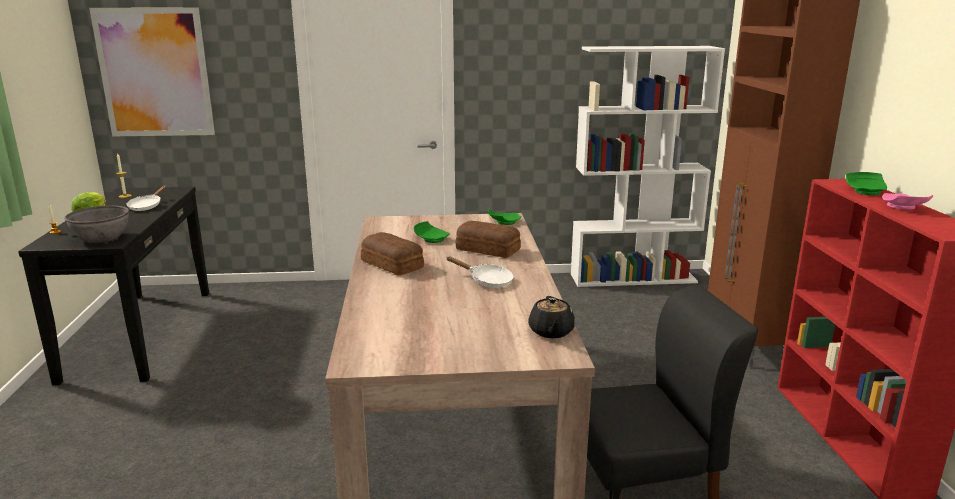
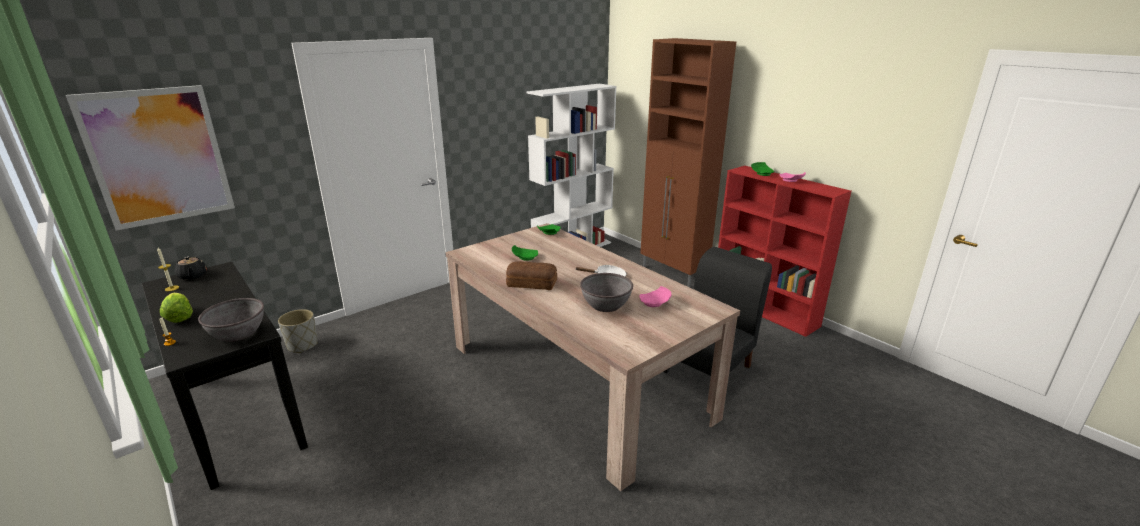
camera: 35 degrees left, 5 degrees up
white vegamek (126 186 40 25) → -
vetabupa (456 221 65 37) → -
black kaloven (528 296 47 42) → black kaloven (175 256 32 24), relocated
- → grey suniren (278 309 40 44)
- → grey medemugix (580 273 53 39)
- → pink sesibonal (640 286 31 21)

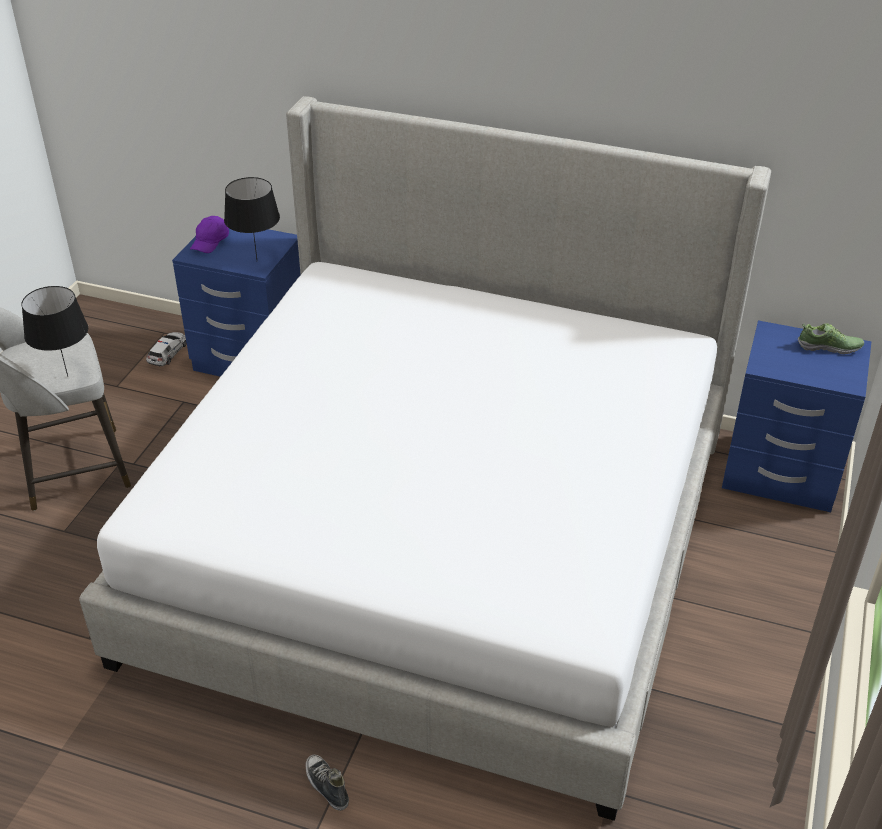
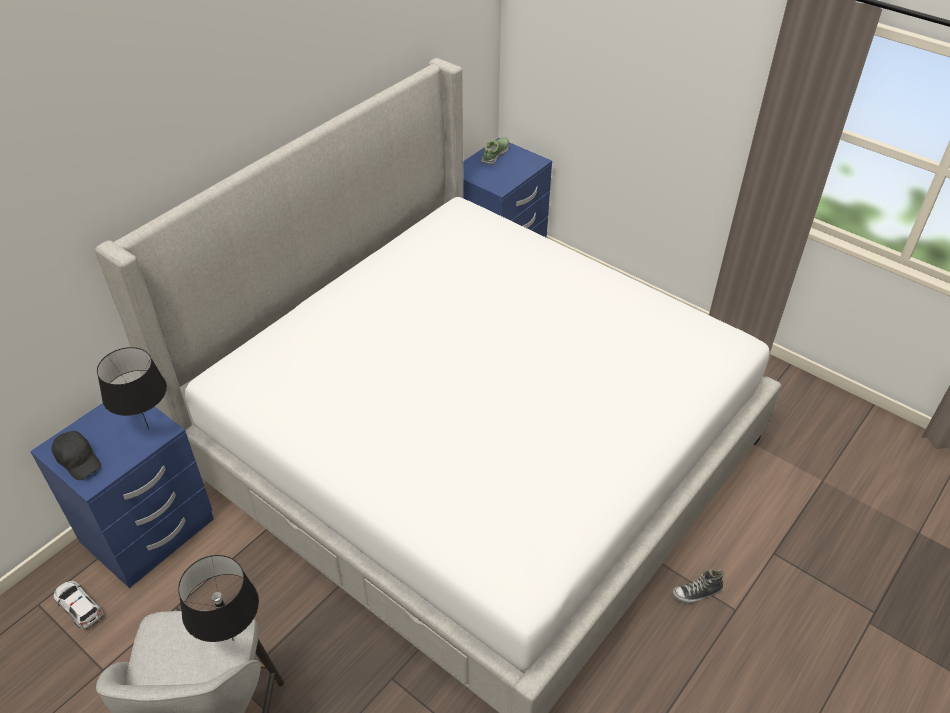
camera: 70 degrees left, 5 degrees up
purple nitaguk (190 216 39 37) → black nitaguk (52 431 49 49)

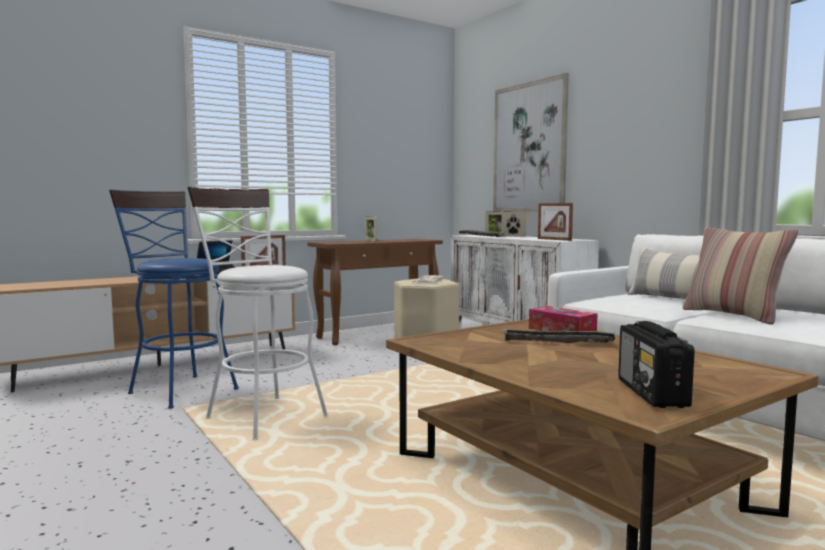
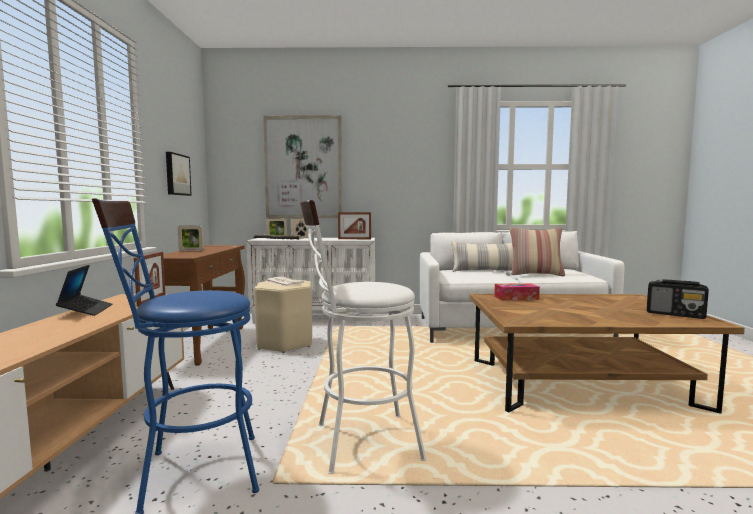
camera: 55 degrees left, 0 degrees up
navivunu (502 329 115 14) → -
- → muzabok (166 152 26 44)

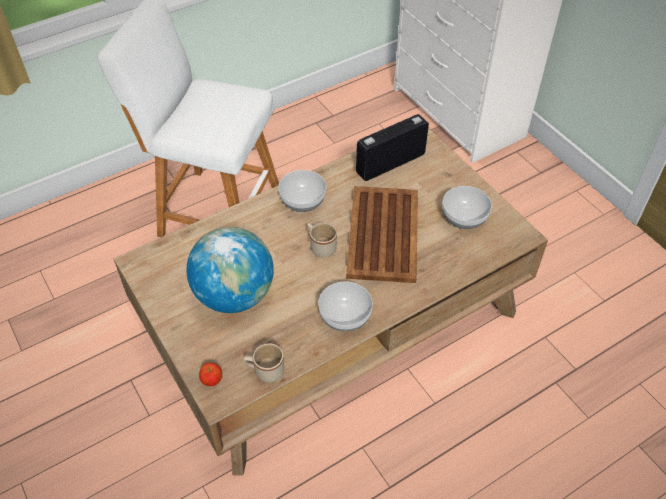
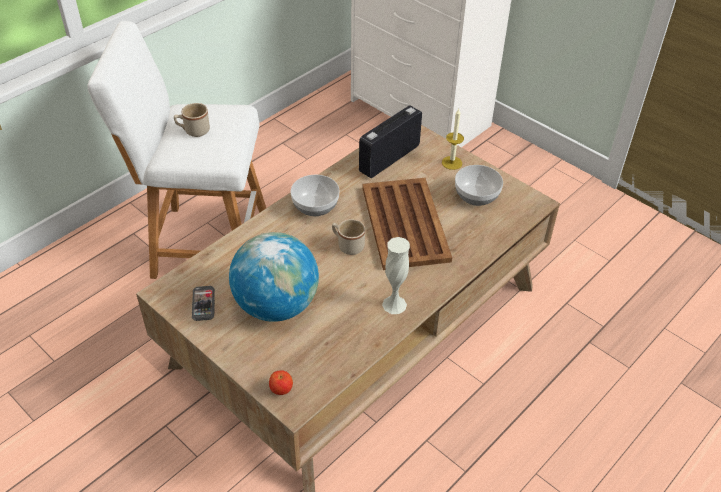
camera: 15 degrees left, 5 degrees down
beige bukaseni (243 343 41 40) → beige bukaseni (174 103 36 34), relocated
medemugix (318 281 55 51) → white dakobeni (382 237 28 77)
- → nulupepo (192 286 23 35)
- → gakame (442 109 22 61)

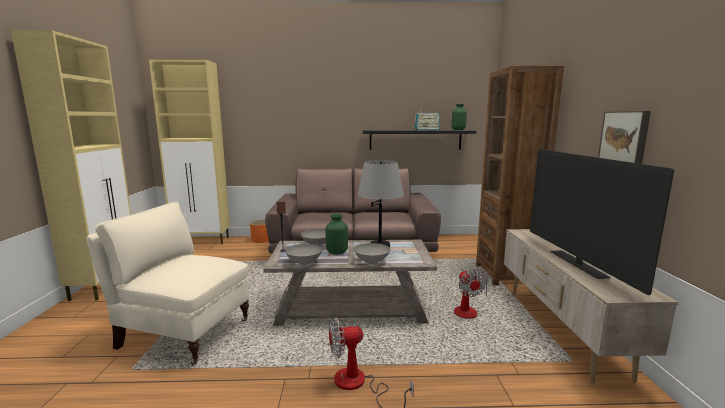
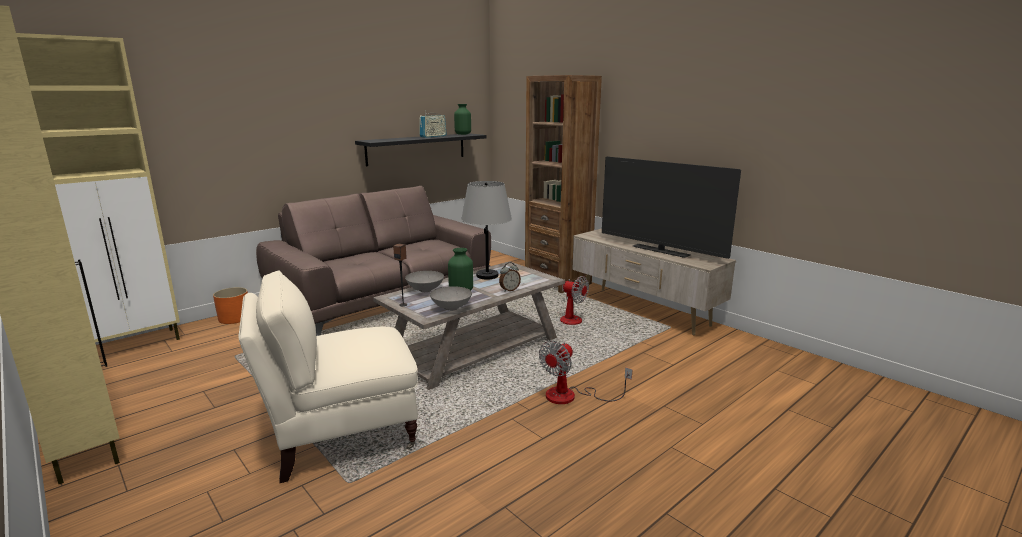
camera: 40 degrees left, 5 degrees up
grey medemugix (354 243 36 21) → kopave (499 262 22 30)
muzabok (598 111 53 53) → -

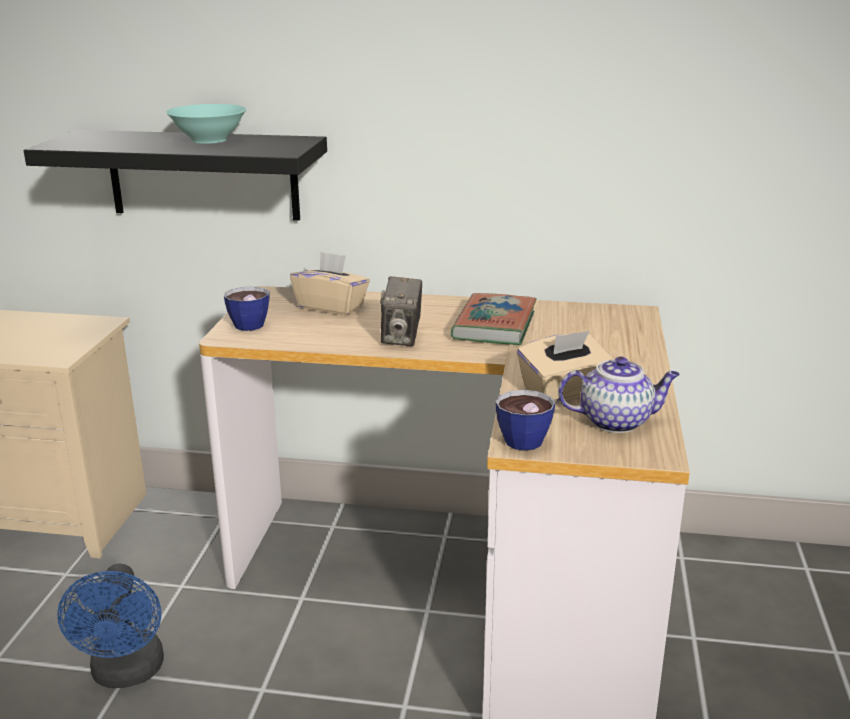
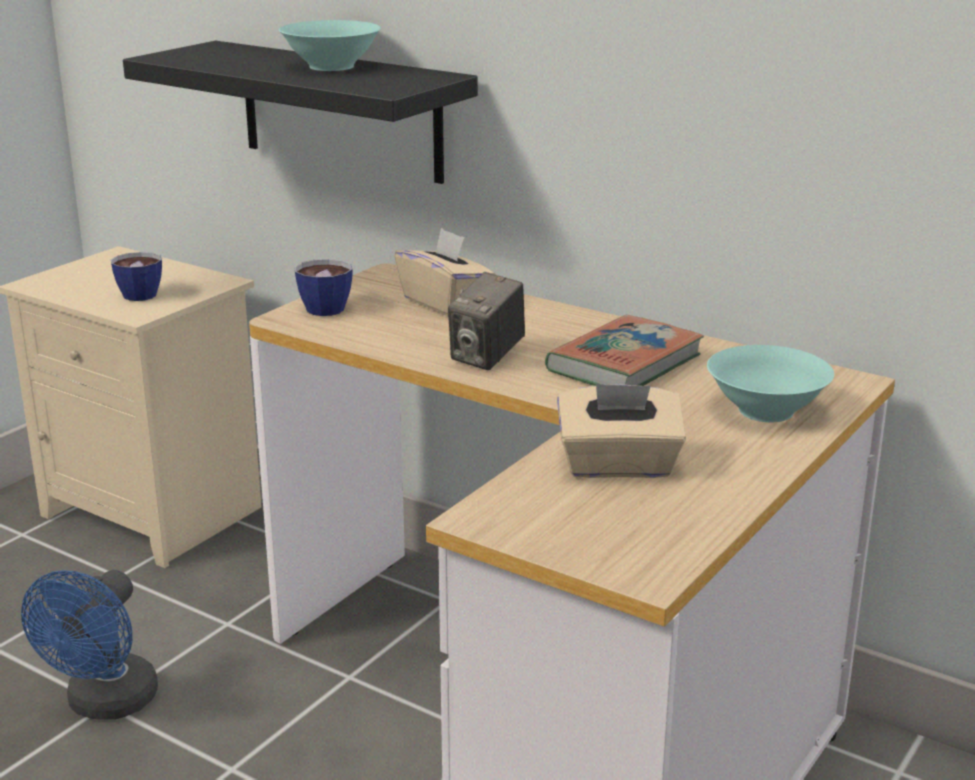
camera: 25 degrees right, 0 degrees up
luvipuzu (496 390 59 61) → luvipuzu (111 252 51 49), relocated
kaloven (558 357 122 76) → -
- → turquoise medemugix (707 345 127 77)

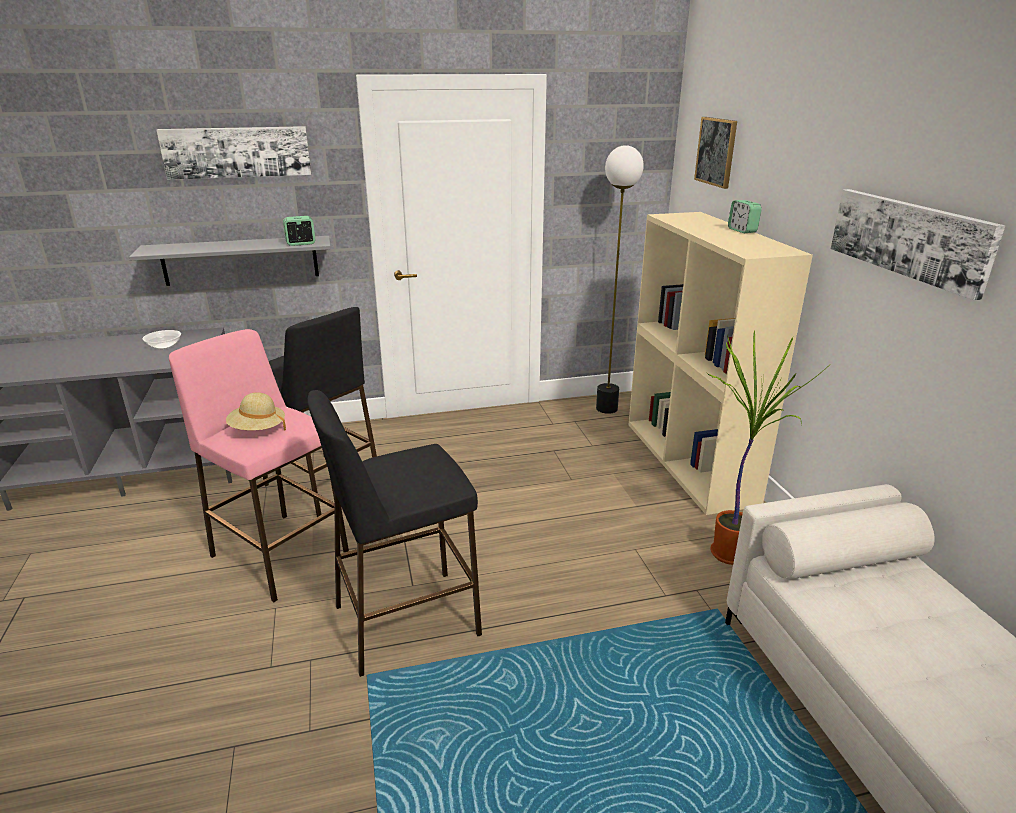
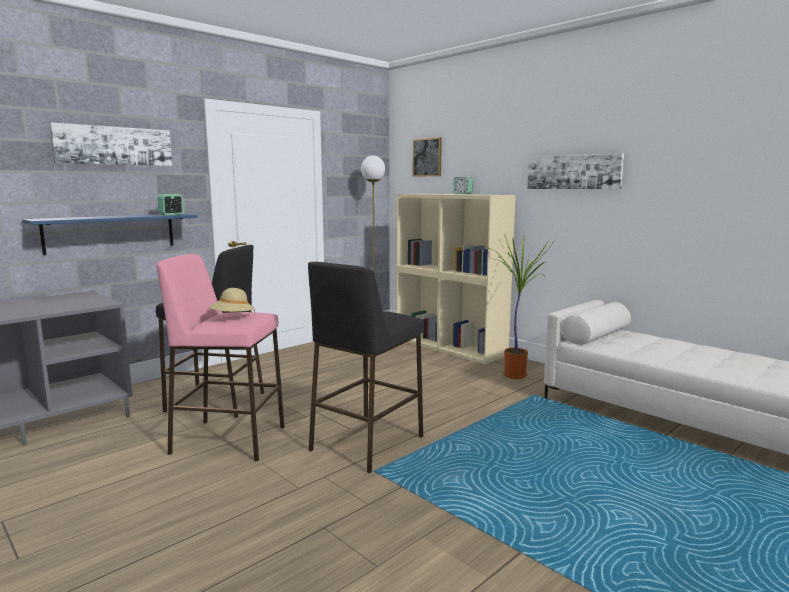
camera: 30 degrees left, 15 degrees down
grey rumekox (129 236 202 50) → blue rumekox (22 214 175 41)
medemugix (143 330 38 19) → -

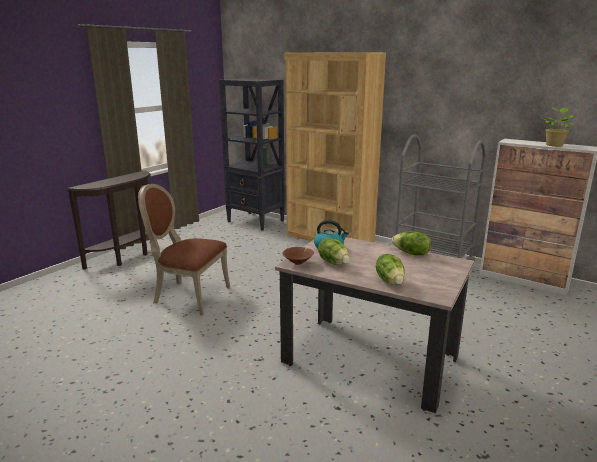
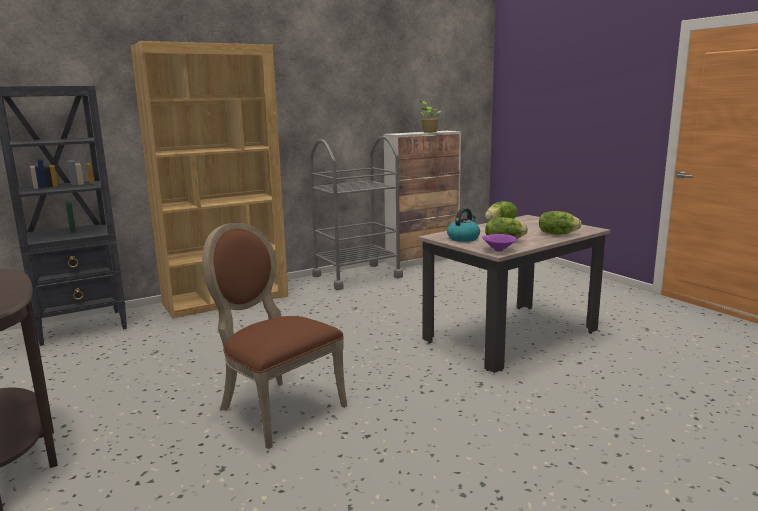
camera: 65 degrees left, 5 degrees down
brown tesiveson (138 184 92 132) → brown tesiveson (202 223 145 226), 90 degrees clockwise
brown medemugix (283 247 31 18) → purple medemugix (482 234 35 18)

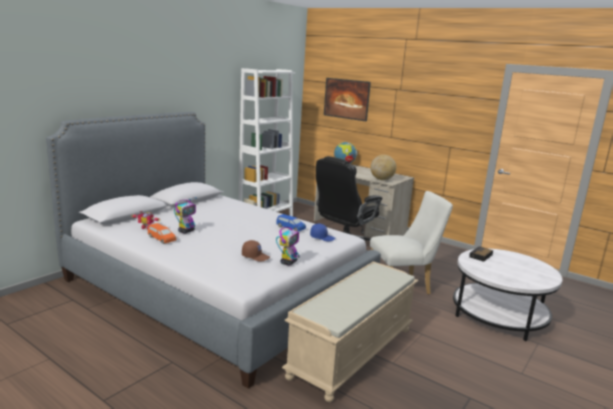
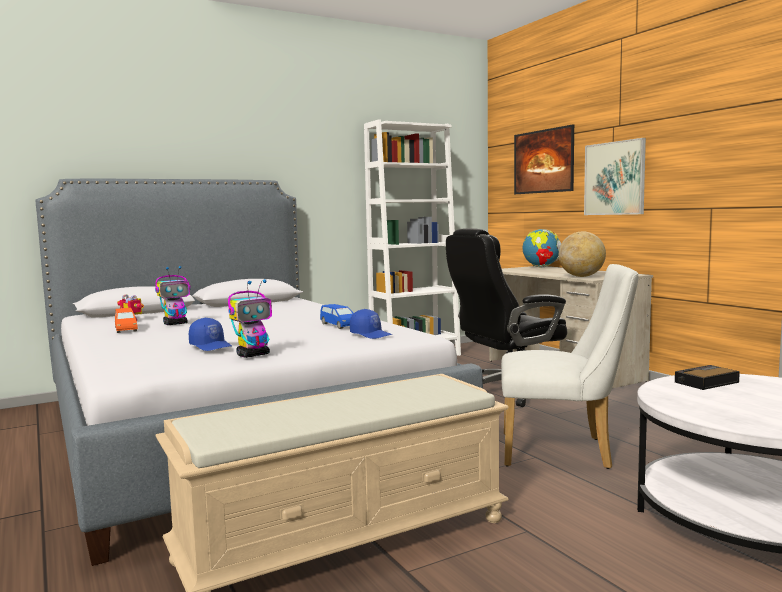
camera: 25 degrees right, 10 degrees down
brown nitaguk (242 240 28 22) → blue nitaguk (189 317 43 34)
- → muzabok (584 138 62 77)

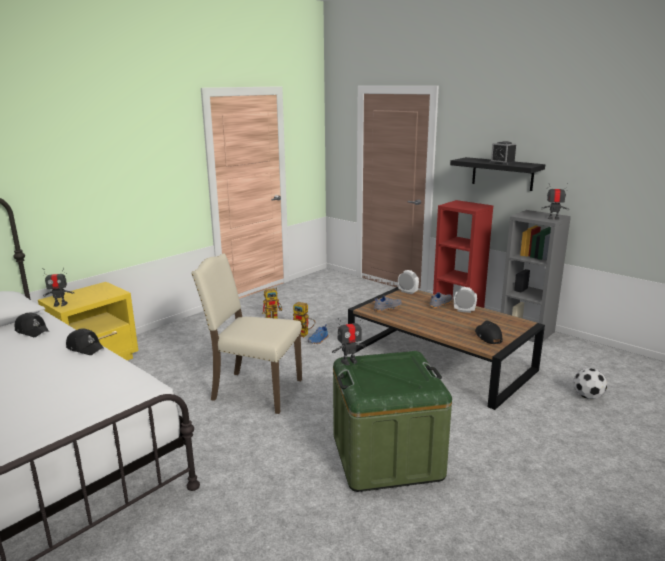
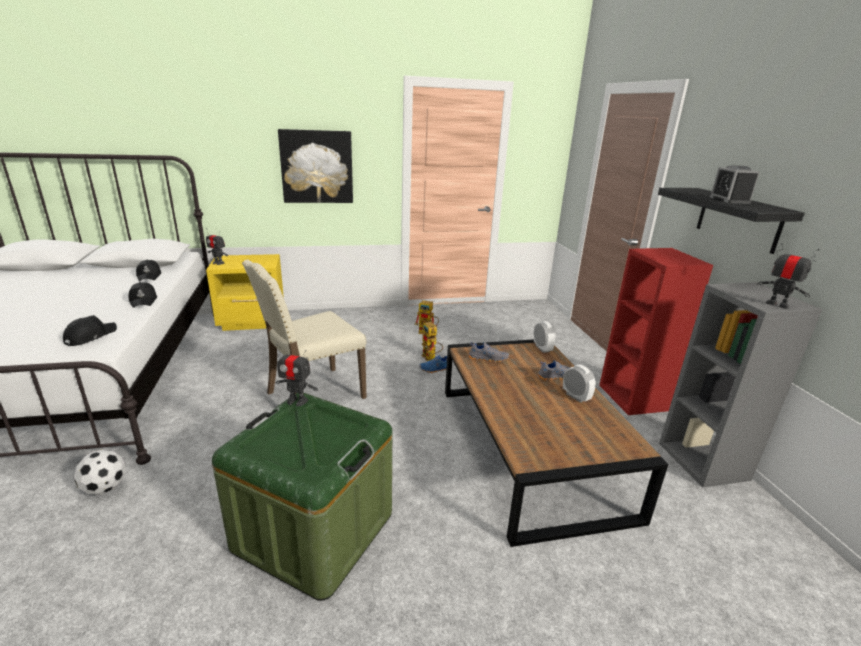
camera: 35 degrees right, 5 degrees up
beige tesiveson (191 254 111 160) → beige tesiveson (242 260 125 139), 90 degrees counterclockwise
black nitaguk (475 320 27 24) → black nitaguk (63 315 54 31), relocated
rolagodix (573 368 34 31) → rolagodix (73 450 53 45), relocated
- → muzabok (278 129 75 74)

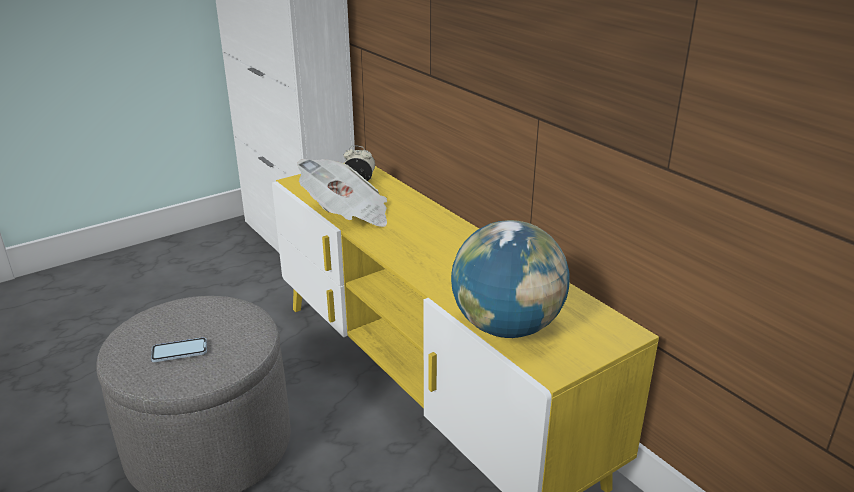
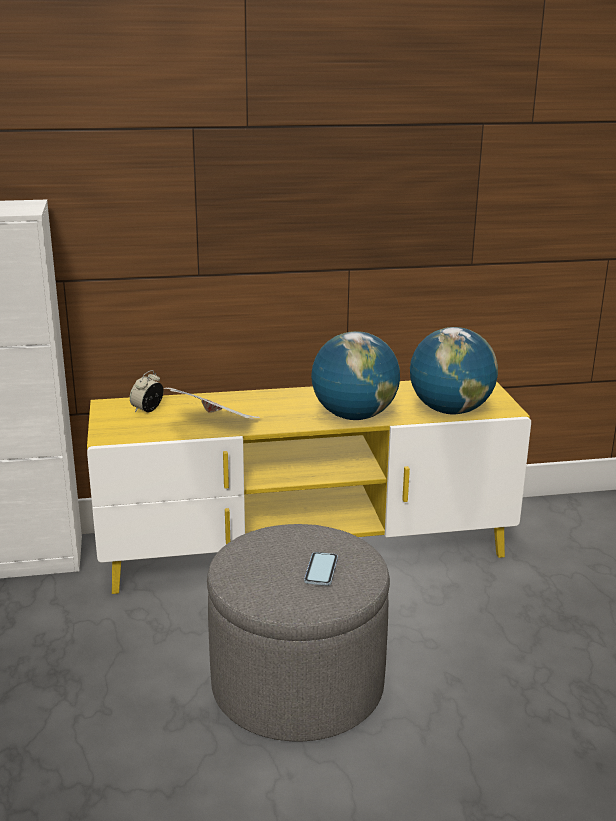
camera: 65 degrees left, 5 degrees down
- → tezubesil (311 331 89 89)

